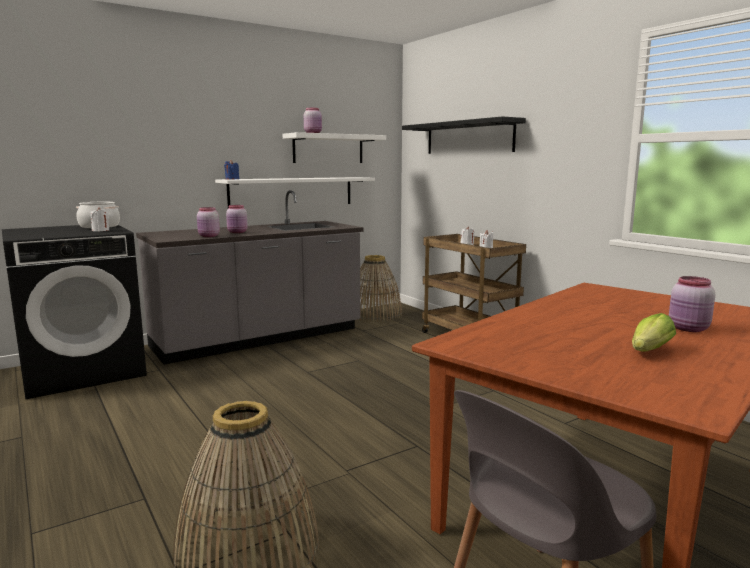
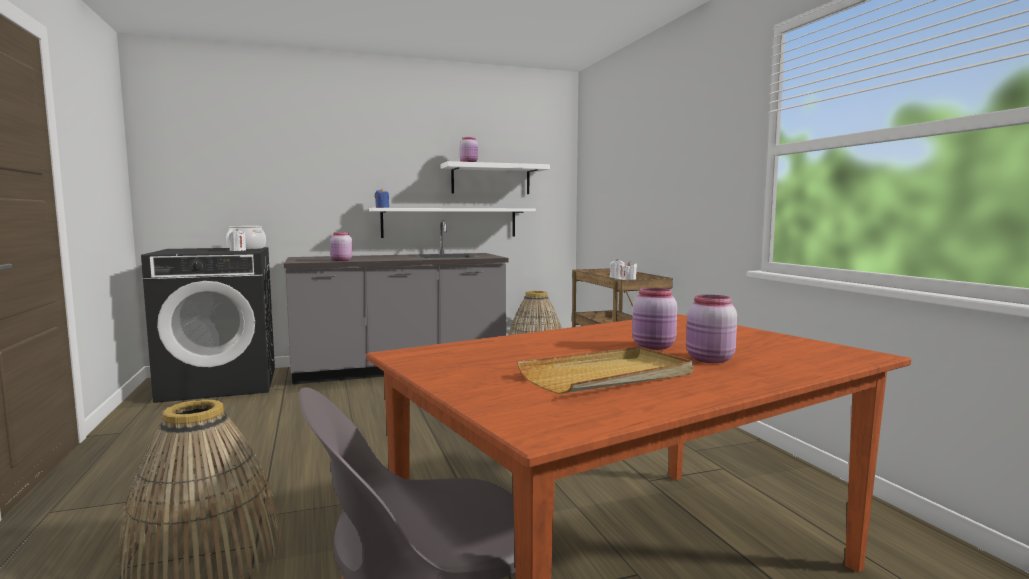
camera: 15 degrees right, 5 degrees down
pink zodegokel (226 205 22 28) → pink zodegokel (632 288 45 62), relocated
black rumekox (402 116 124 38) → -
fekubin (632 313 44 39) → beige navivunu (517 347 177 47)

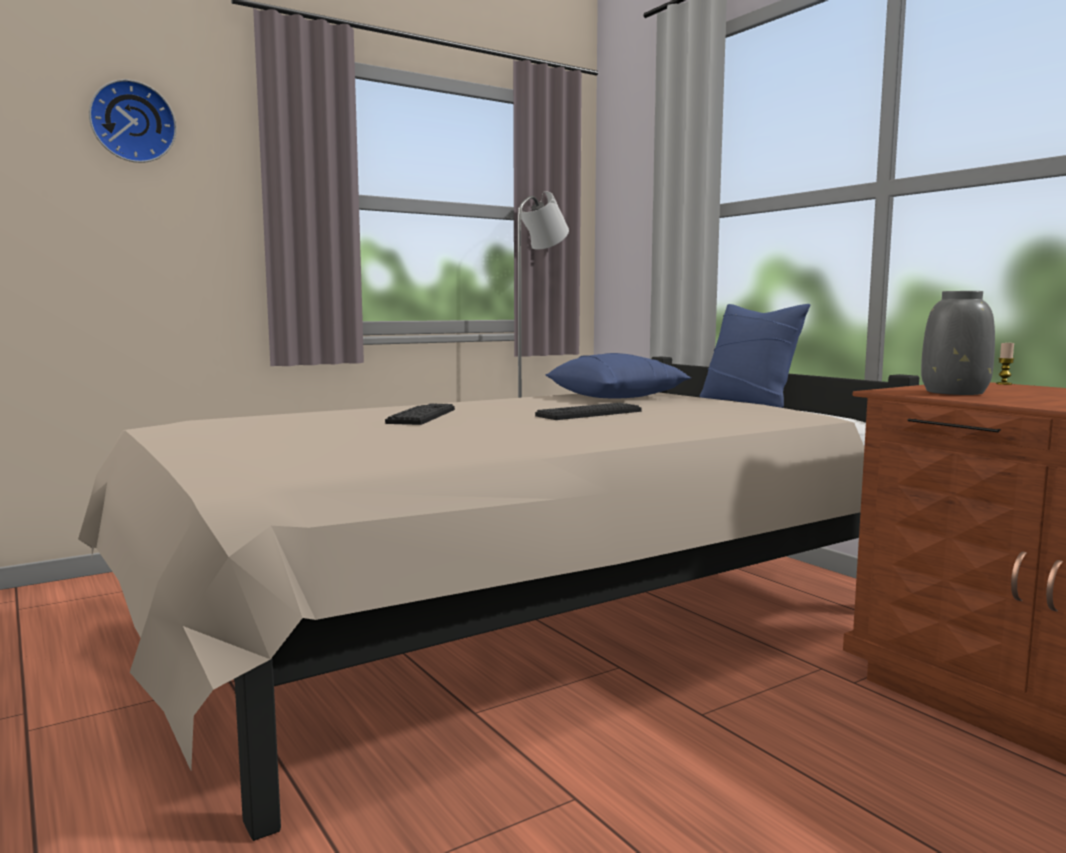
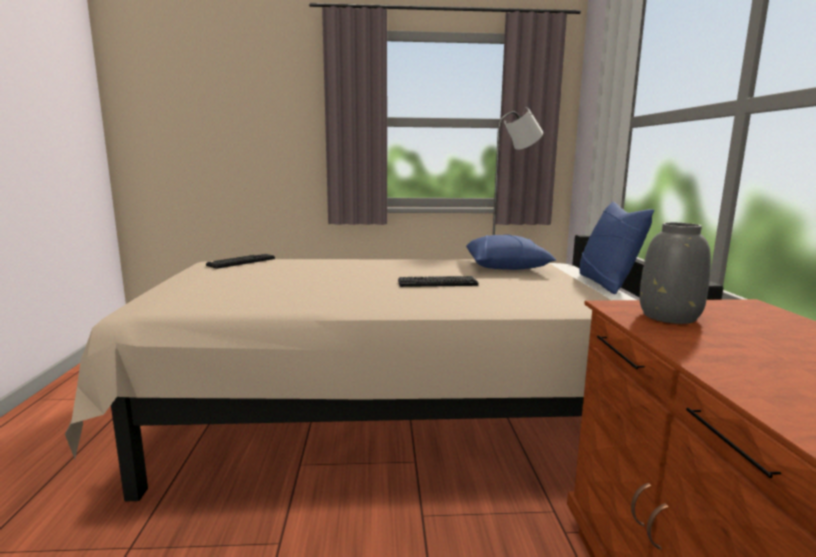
camera: 30 degrees right, 5 degrees up
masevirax (89 79 88 84) → -
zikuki (385 403 70 22) → zikuki (206 254 69 15), relocated
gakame (996 343 19 42) → -

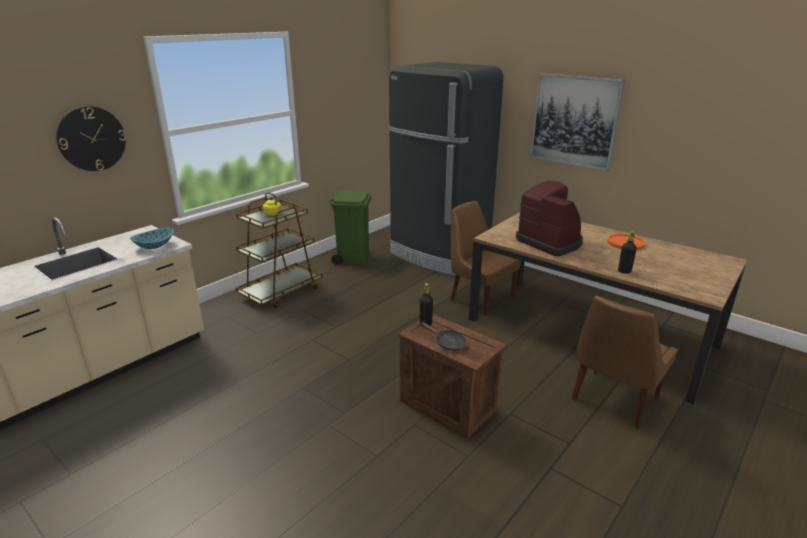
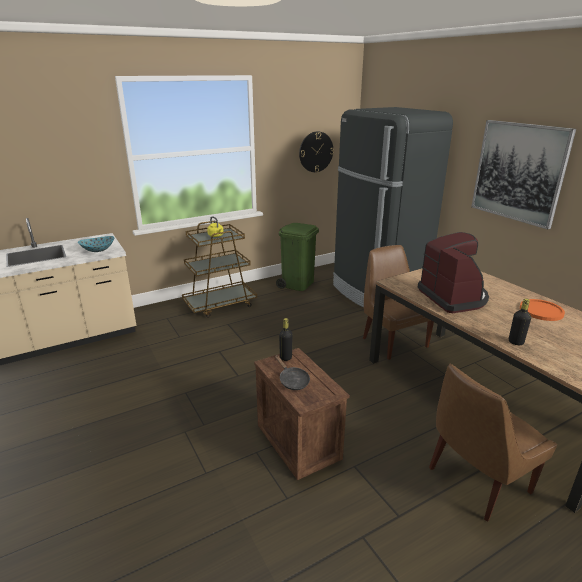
camera: 20 degrees right, 0 degrees up
masevirax (56 106 70 65) → masevirax (299 131 35 41), relocated

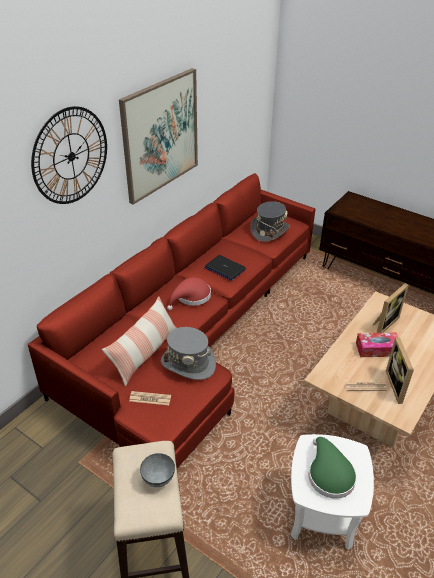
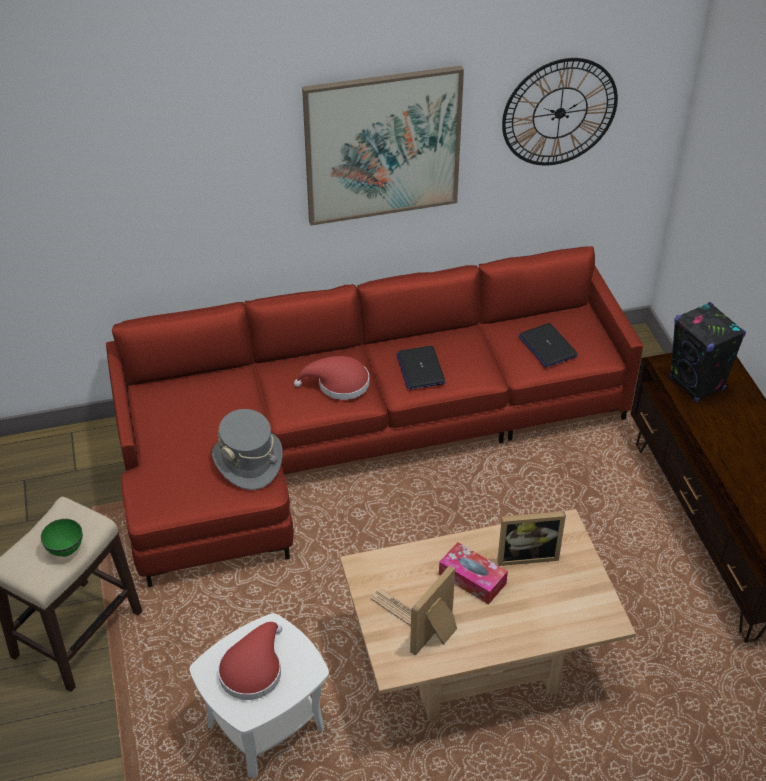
camera: 40 degrees right, 5 degrees up
masevirax (31 106 76 98) → masevirax (502 58 116 107), relocated
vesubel (102 297 74 89) → -
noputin (129 391 42 14) → -
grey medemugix (140 453 35 34) → green medemugix (41 519 42 38)
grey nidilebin (250 201 40 41) → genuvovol (518 323 60 44)
green nidilebin (309 437 48 62) → red nidilebin (218 622 64 78)
- → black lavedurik (669 302 77 100)

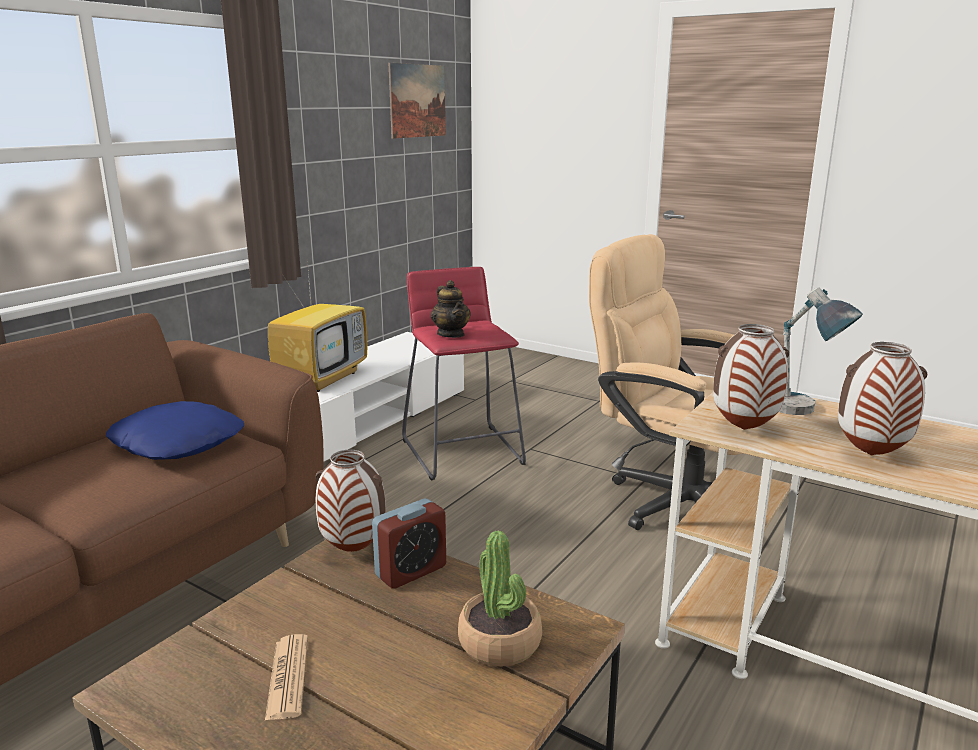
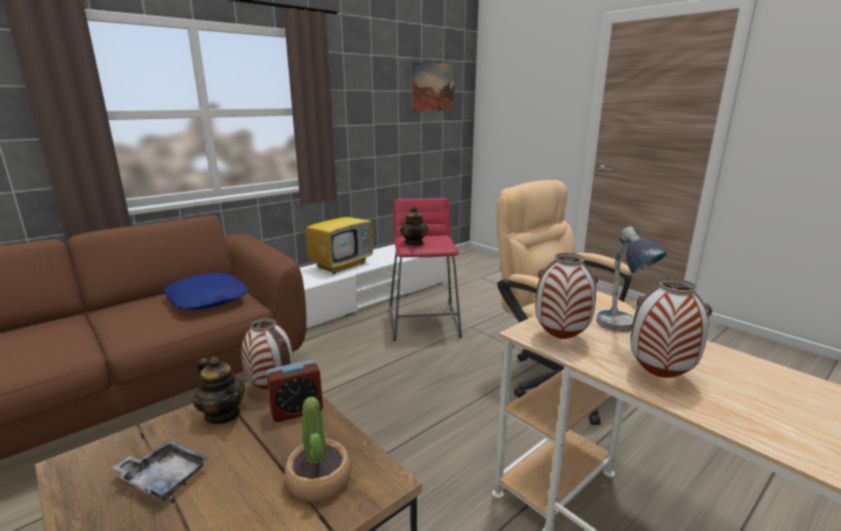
camera: 15 degrees right, 0 degrees up
noputin (265 634 43 87) → grey navivunu (112 439 97 62)
- → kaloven (193 357 52 67)

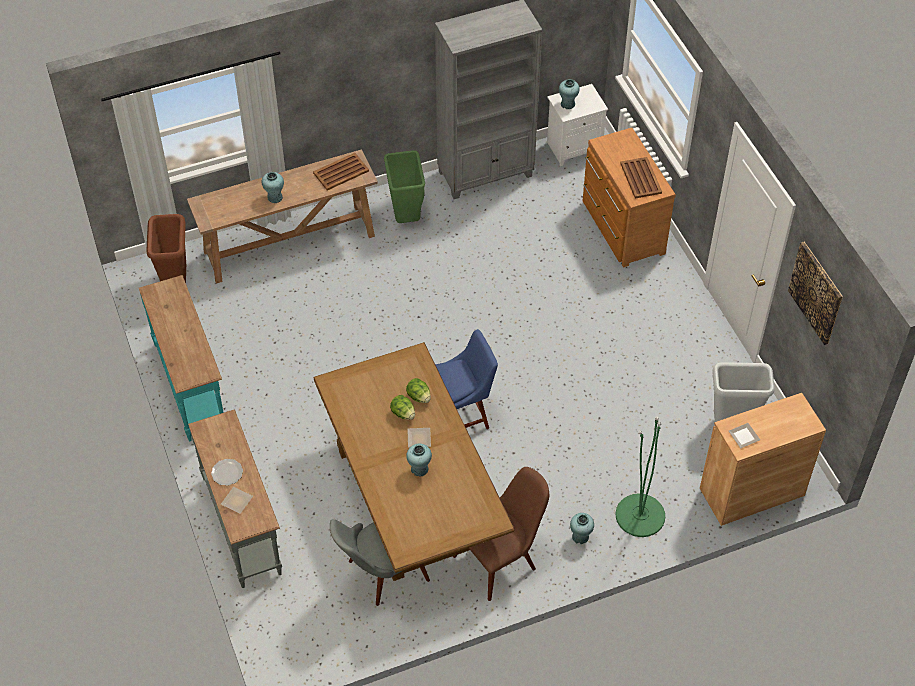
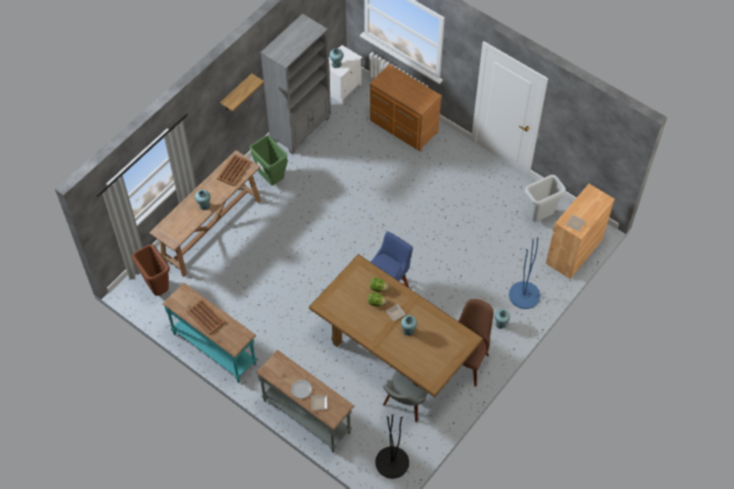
camera: 30 degrees left, 5 degrees up
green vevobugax (616 417 49 120) → blue vevobugax (509 236 31 73)
brown navivunu (620 157 42 41) → brown navivunu (187 299 39 36), relocated
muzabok (788 241 55 104) → -
- → rumekox (220 73 44 38)
- → black vevobugax (375 412 34 67)

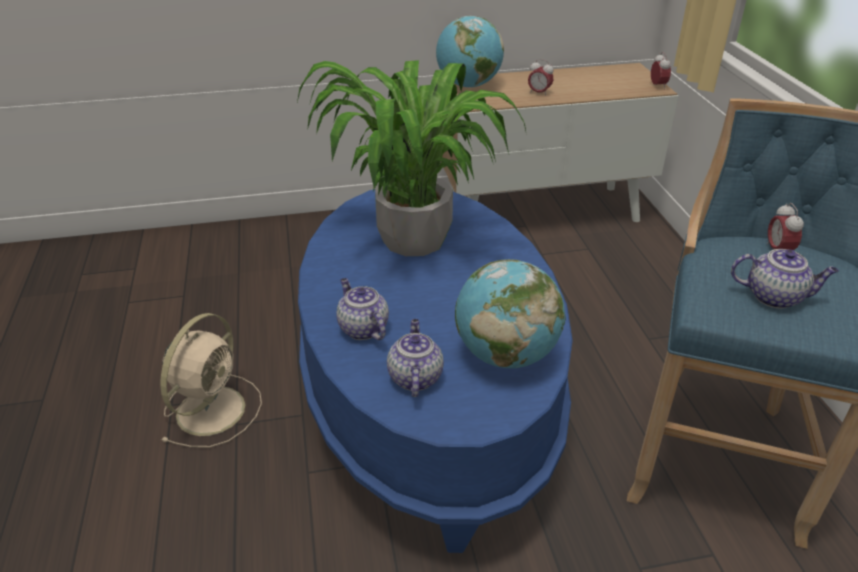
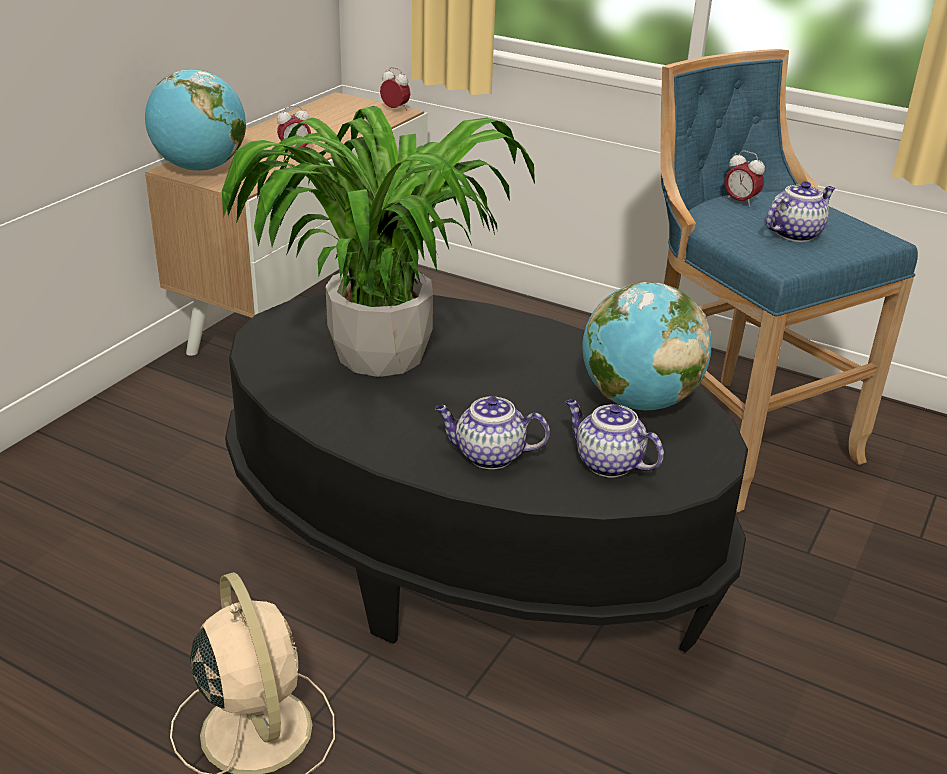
camera: 50 degrees left, 5 degrees down
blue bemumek (298 189 275 364) → black bemumek (225 294 523 358)

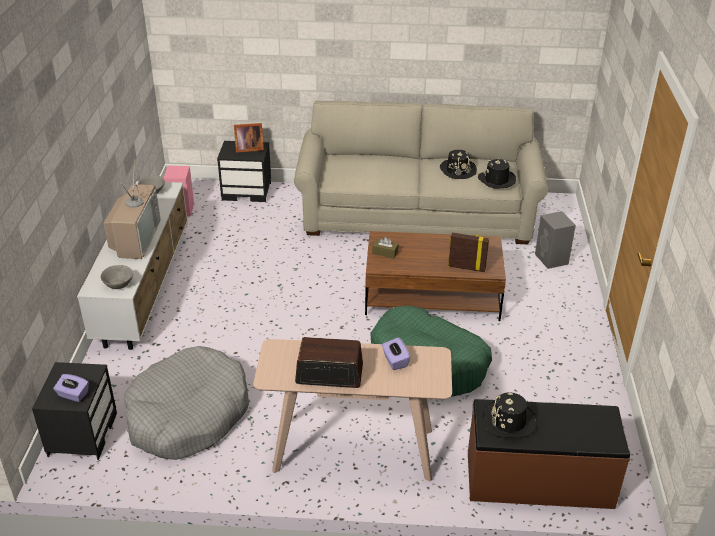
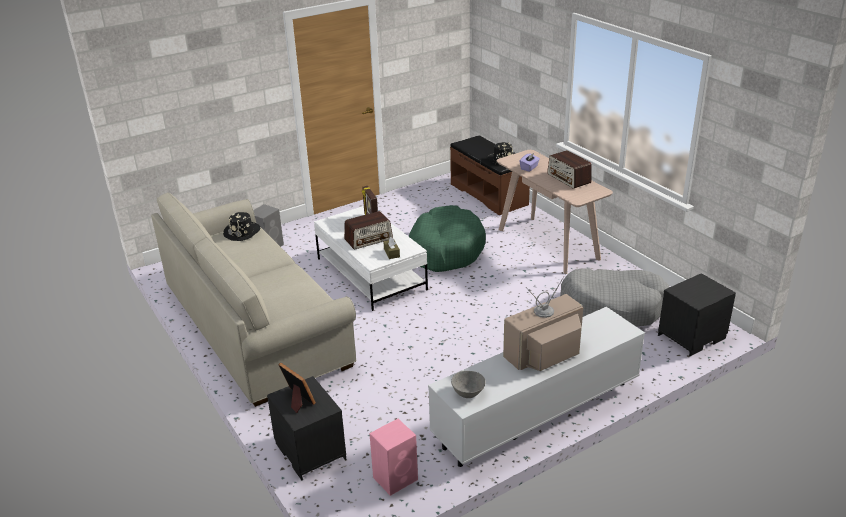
camera: 125 degrees left, 5 degrees down
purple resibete (54 374 35 28) → -
grey medemugix (100 265 33 24) → -
brown bemumek (365 231 141 90) → white bemumek (314 206 114 105)
black nidilebin (440 150 37 29) → -
- → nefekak (344 211 49 38)

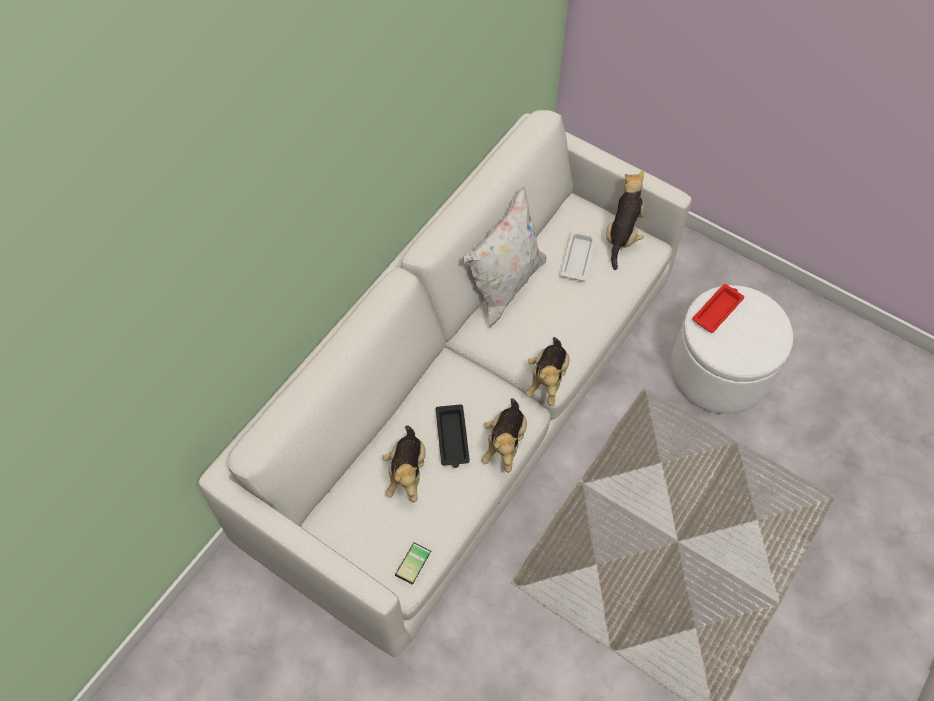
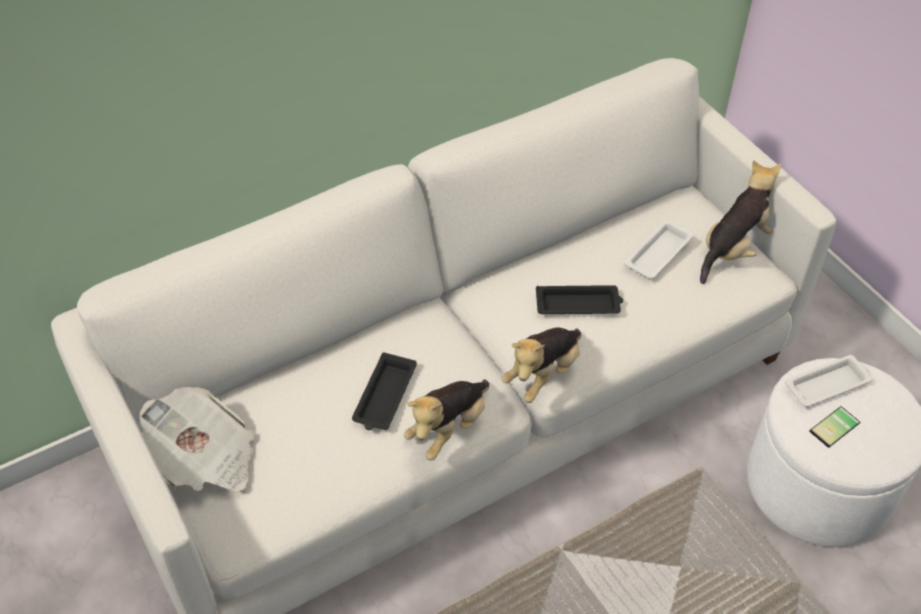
camera: 25 degrees right, 10 degrees down
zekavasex (383 425 43 77) → -
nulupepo (395 543 36 42) → nulupepo (809 406 51 42), relocated
white vesubel (463 186 83 141) → -
red navivunu (693 284 51 49) → white navivunu (785 355 87 52)
- → noputin (140 387 115 105)
- → black navivunu (536 285 87 29)

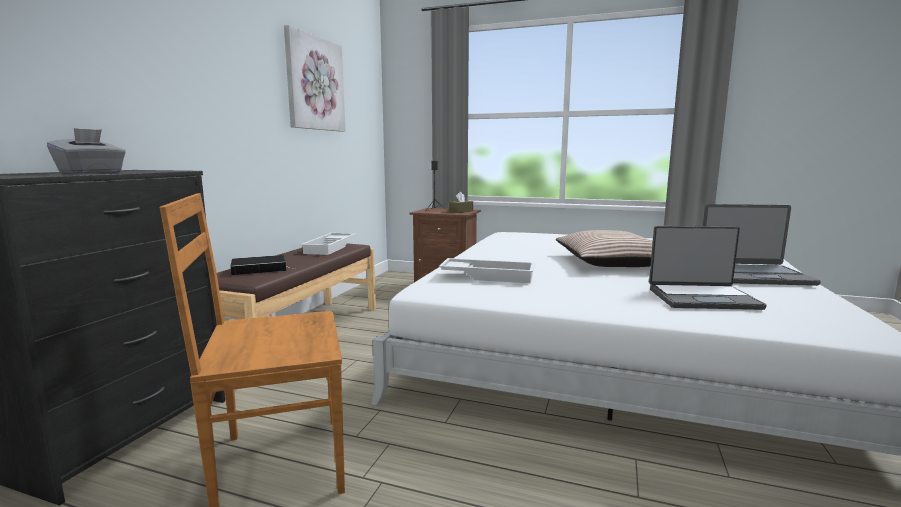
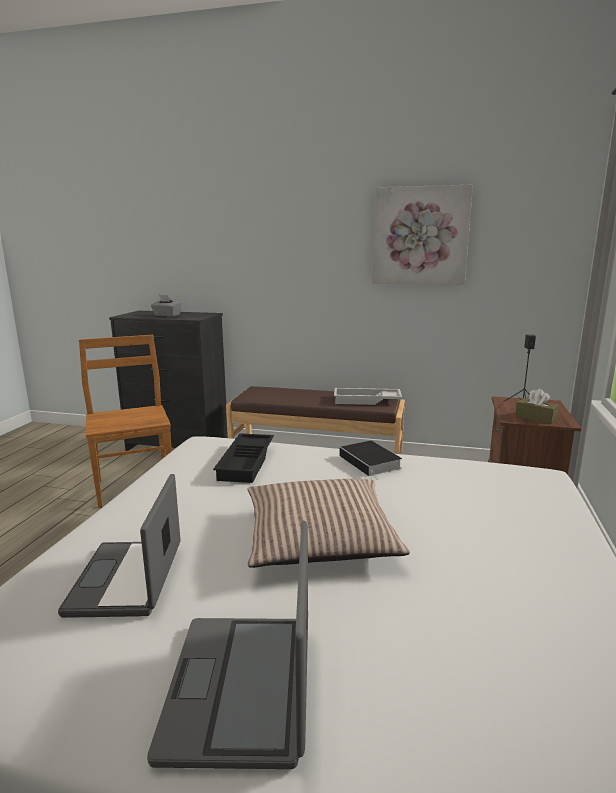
camera: 85 degrees right, 5 degrees up
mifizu (230 255 56 21) → mifizu (339 441 63 39), relocated
white navivunu (439 258 96 25) → black navivunu (213 433 61 50)

